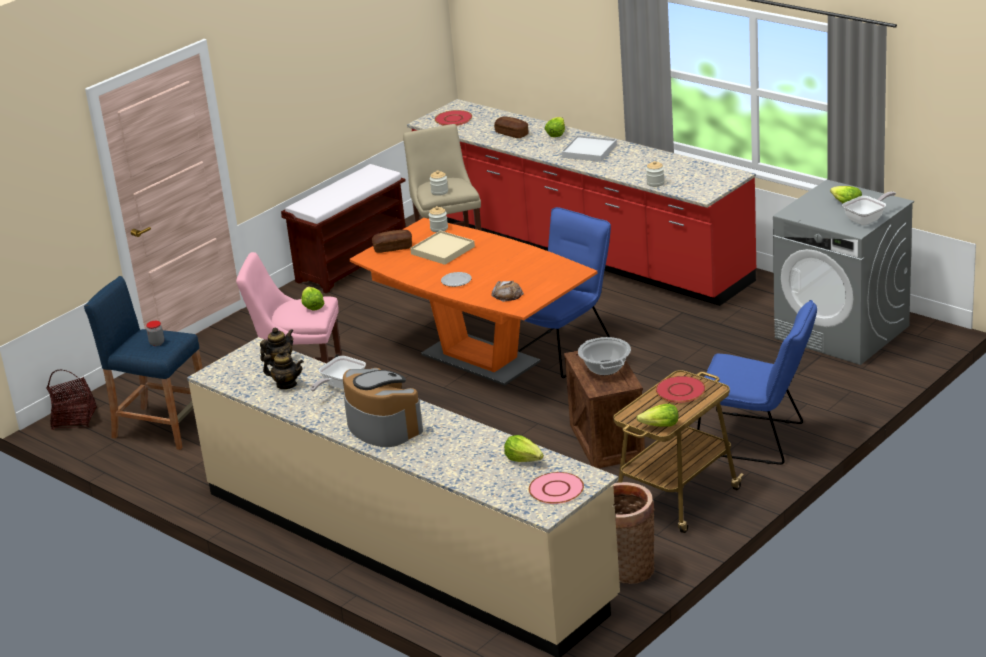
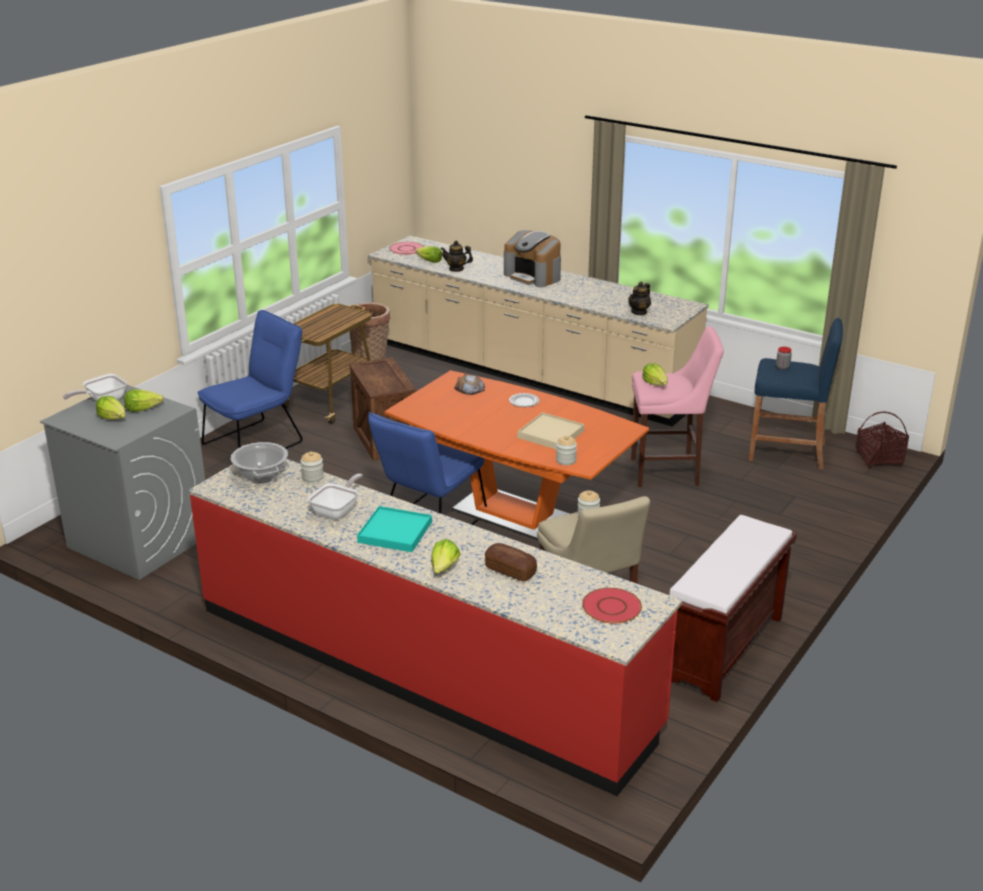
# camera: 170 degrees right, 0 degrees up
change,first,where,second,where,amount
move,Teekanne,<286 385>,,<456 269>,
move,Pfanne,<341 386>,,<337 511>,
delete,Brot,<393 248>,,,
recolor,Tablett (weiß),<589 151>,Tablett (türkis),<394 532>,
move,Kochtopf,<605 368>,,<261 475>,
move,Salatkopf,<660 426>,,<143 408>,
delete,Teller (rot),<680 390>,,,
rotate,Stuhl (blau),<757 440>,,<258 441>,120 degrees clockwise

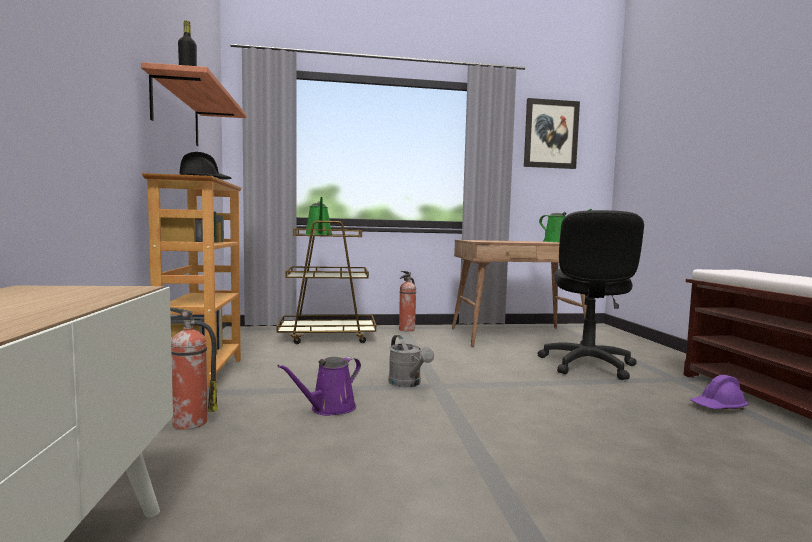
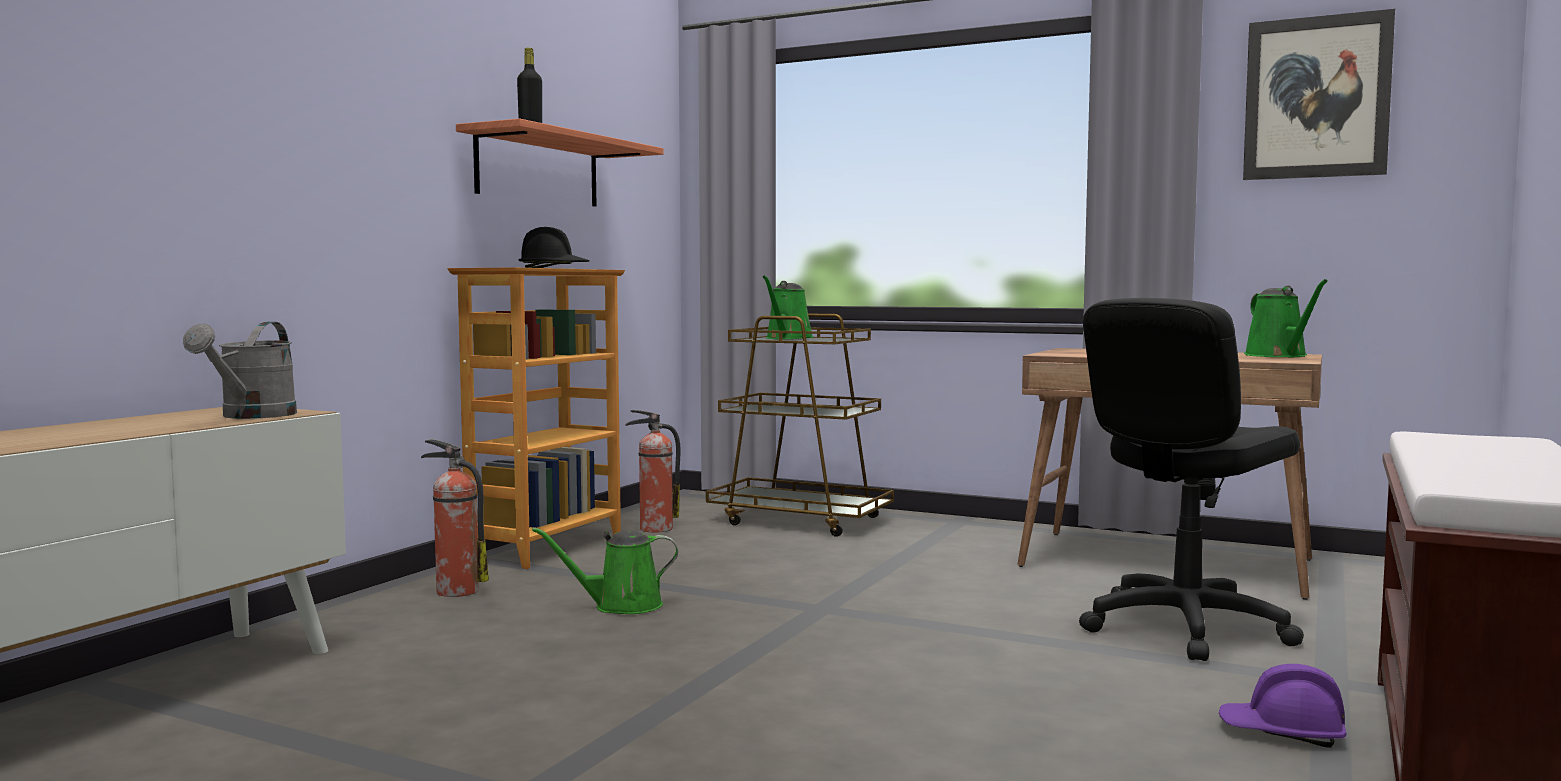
# camera: 35 degrees right, 0 degrees up
change,first,where,second,where,amount
recolor,Gießkanne (lila),<329 408>,Gießkanne (grün),<621 606>,
move,Gießkanne (grau),<408 384>,,<252 416>,
move,Feuerlöscher,<406 329>,,<654 529>,

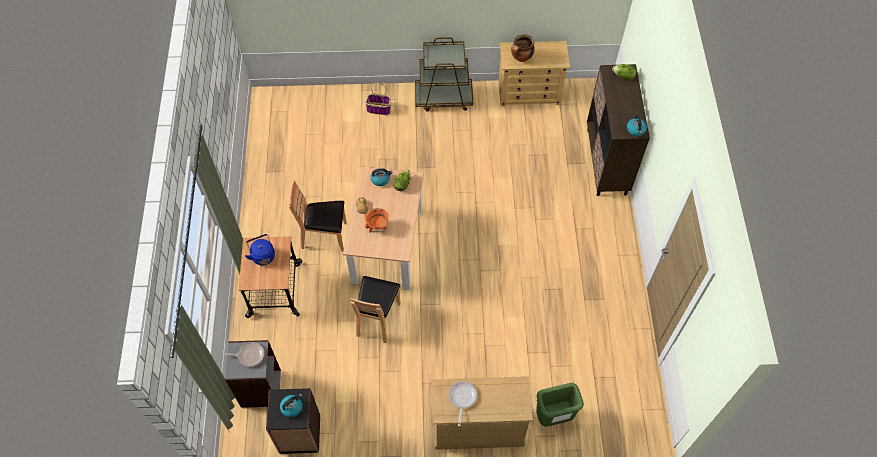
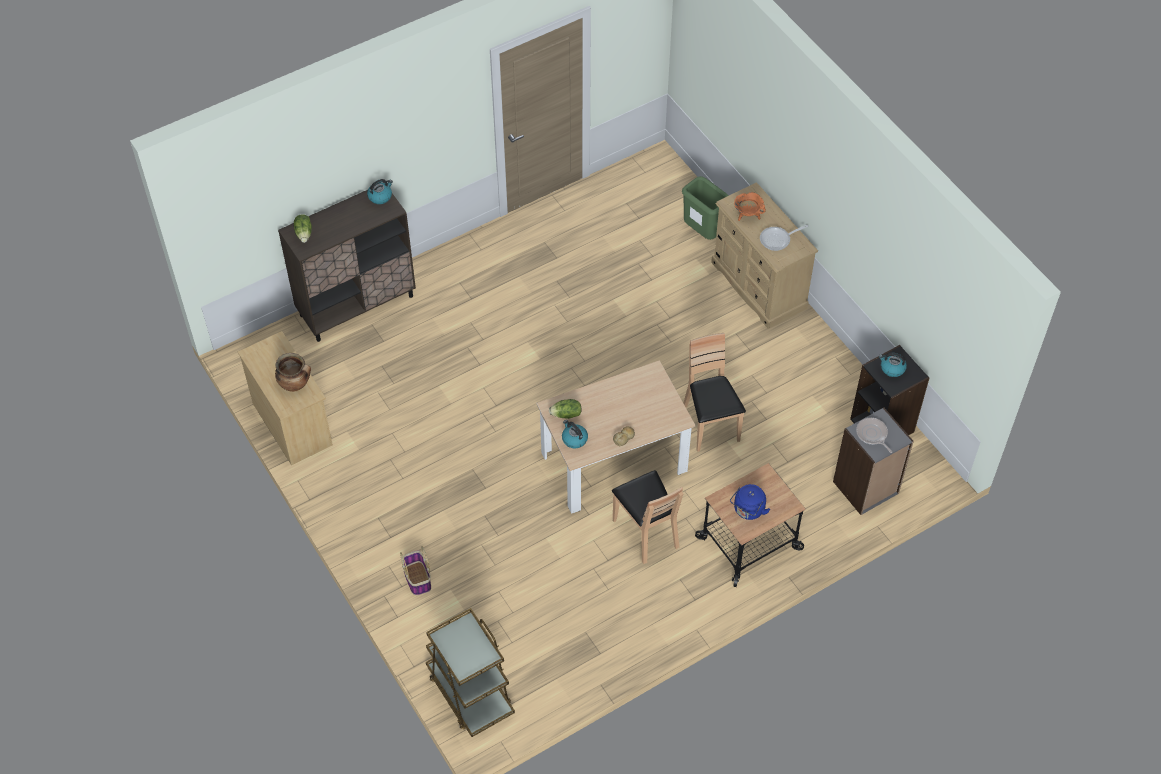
# camera: 120 degrees left, 5 degrees down
change,first,where,second,where,amount
rotate,Stuhl (braun),<377 319>,,<710 424>,90 degrees counterclockwise
move,Kochtopf (orange),<377 226>,,<748 215>,
move,Rollwagen (braun),<444 98>,,<470 692>,

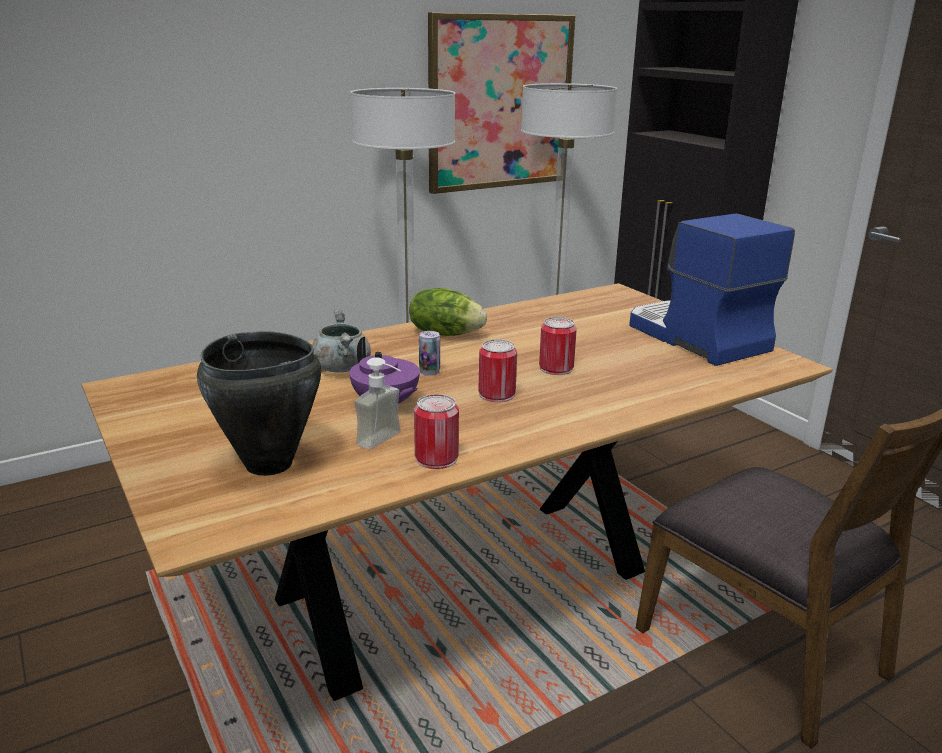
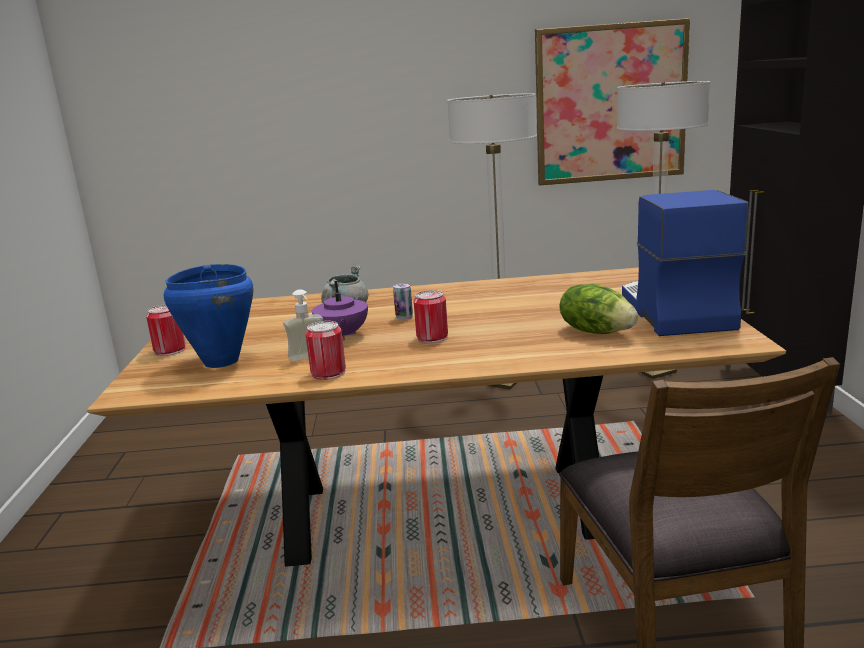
# camera: 30 degrees right, 5 degrees down
change,first,where,second,where,amount
recolor,Kochtopf (schwarz),<268 464>,Kochtopf (blau),<220 362>,
move,Salatkopf,<445 333>,,<596 331>,
move,Dose,<556 368>,,<170 350>,

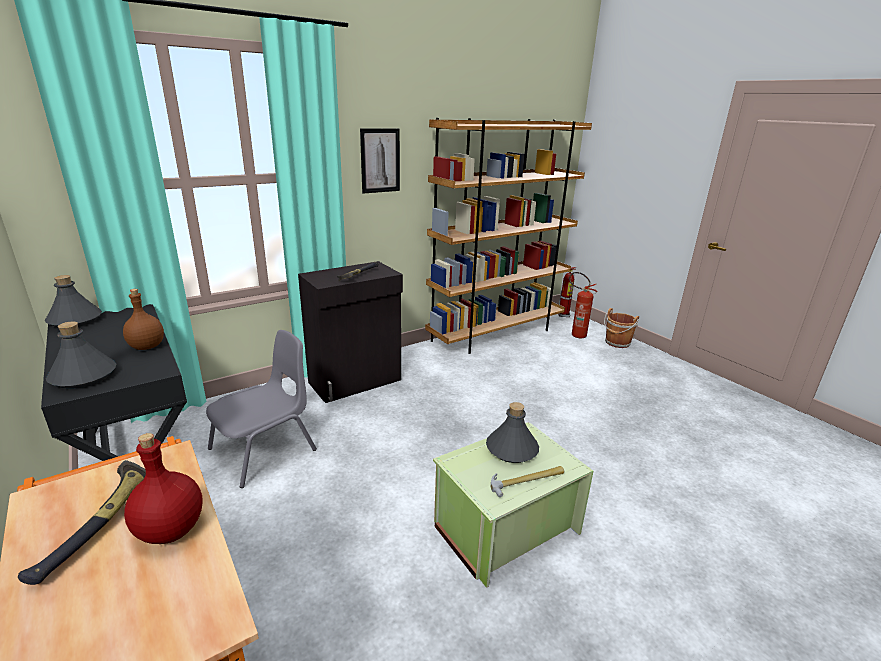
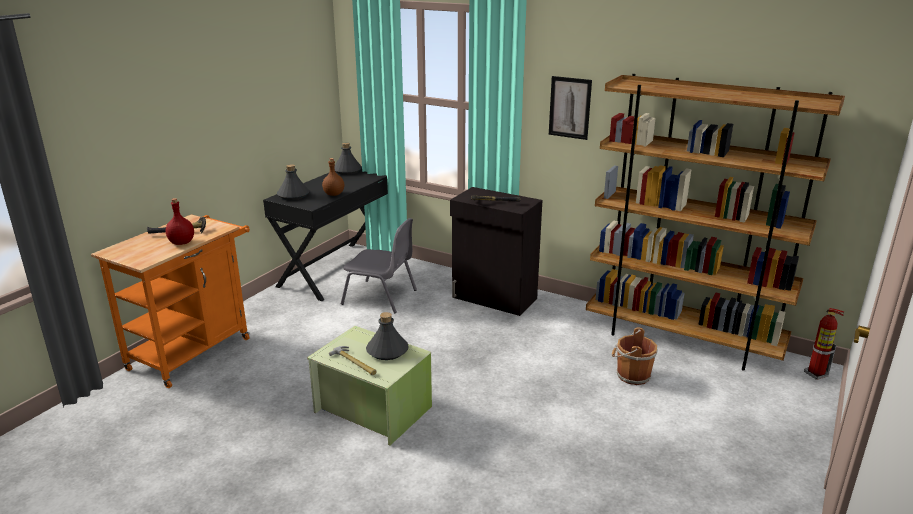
# camera: 65 degrees right, 0 degrees up
change,first,where,second,where,amount
delete,Feuerlöscher,<575 334>,,,
move,Eimer (braun),<617 343>,,<631 375>,

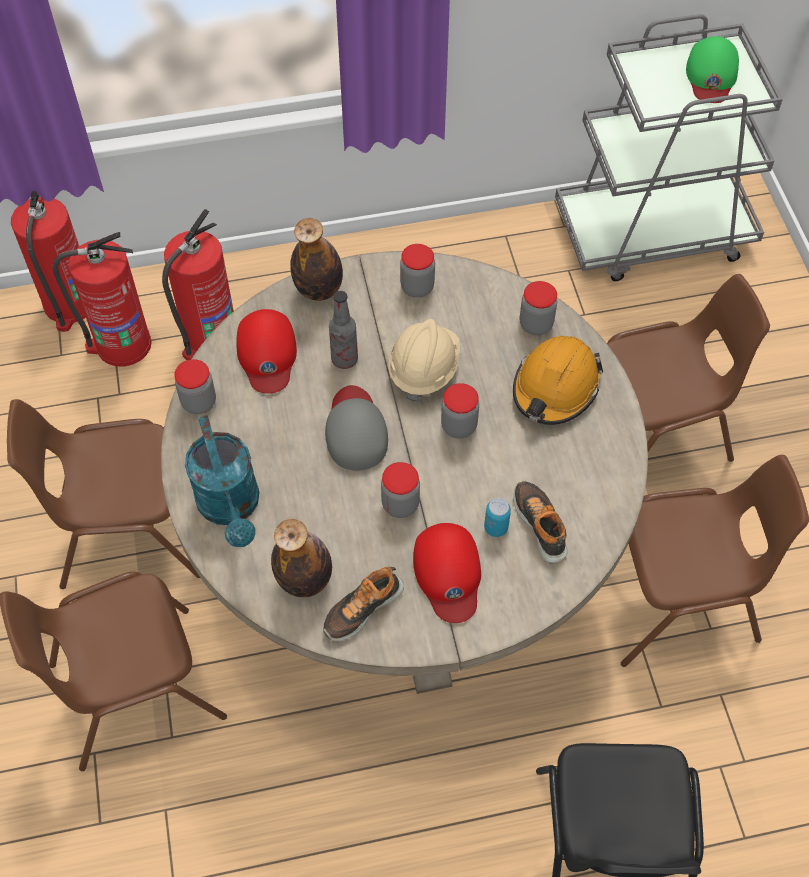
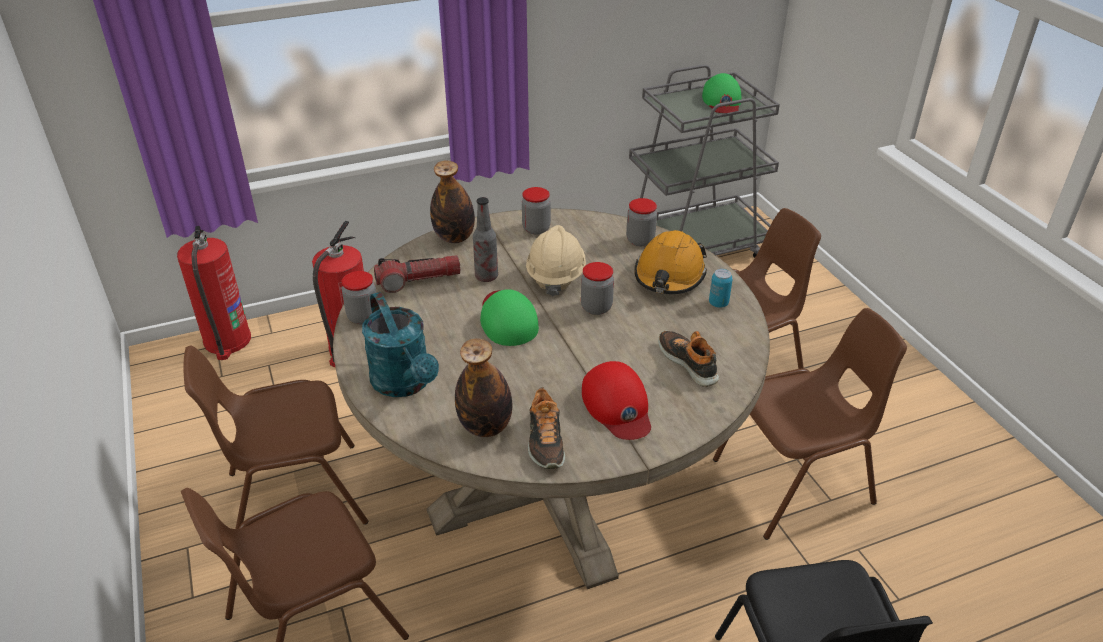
# camera: 10 degrees left, 20 degrees down
change,first,where,second,where,amount
delete,Feuerlöscher,<122 344>,,,
replace,Kappe (rot),<267 354>,Taschenlampe,<418 280>,
rotate,Schuh,<362 608>,,<545 441>,45 degrees counterclockwise
recolor,Kappe (grau),<355 430>,Kappe (grün),<507 320>,
delete,Vorratsglas,<400 504>,,,
move,Dose,<496 528>,,<718 303>,

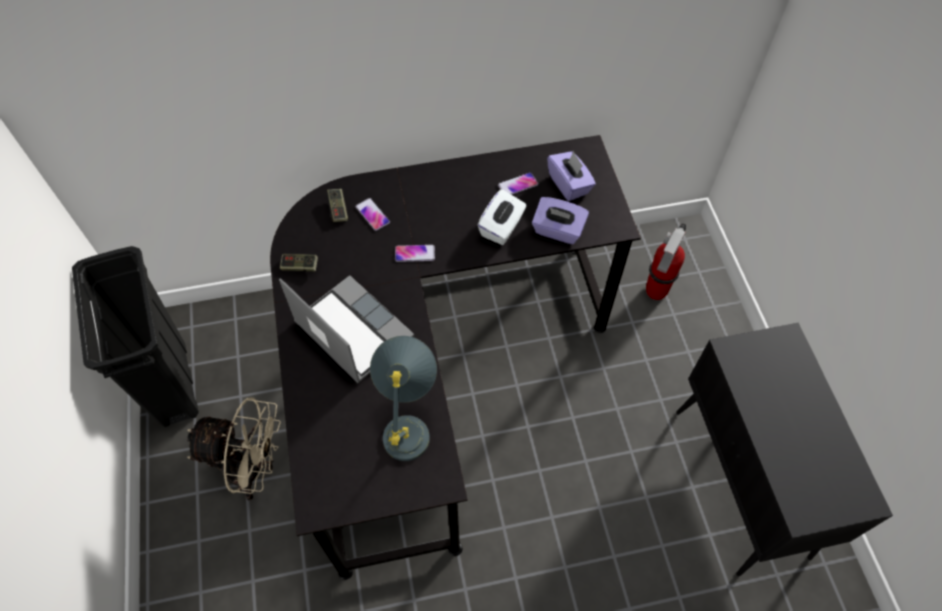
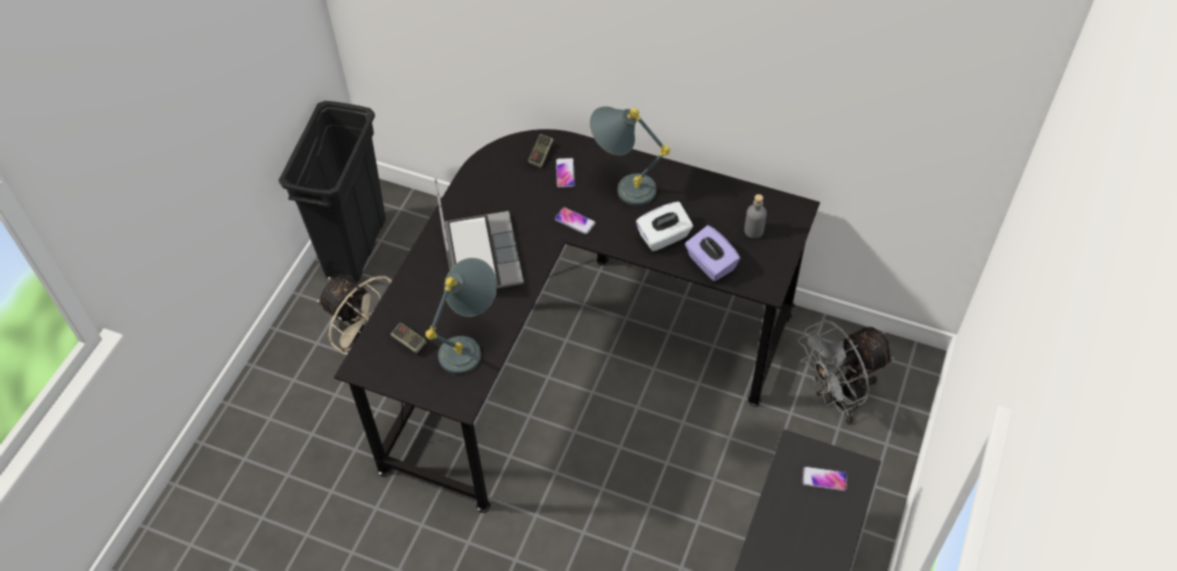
# camera: 35 degrees right, 5 degrees down
change,first,where,second,where,amount
move,Gamepad,<300 266>,,<409 341>,
move,Handy,<518 185>,,<824 479>,
replace,Taschentuchbox (lila),<569 184>,Flasche (grau),<753 231>,
replace,Feuerlöscher,<655 292>,Ventilator (grau),<837 399>,
insert,,,Tischlampe (grau),<622 187>,

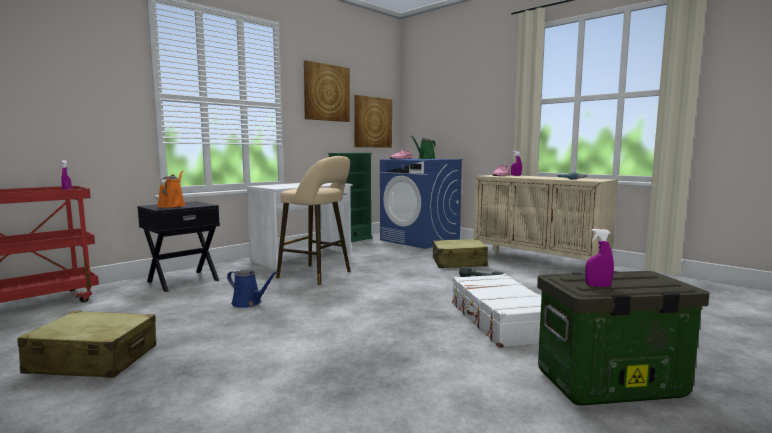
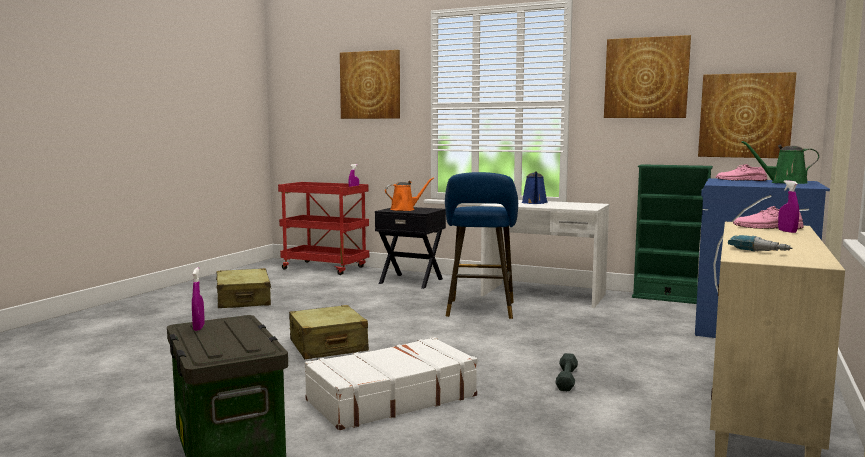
# camera: 70 degrees right, 0 degrees up
change,first,where,second,where,amount
move,Gießkanne (blau),<249 303>,,<534 203>,
recolor,Hocker (beige),<318 275>,Hocker (blau),<480 310>,
move,Koffer (beige),<459 263>,,<327 346>,
insert,,,Bild,<370 85>,

